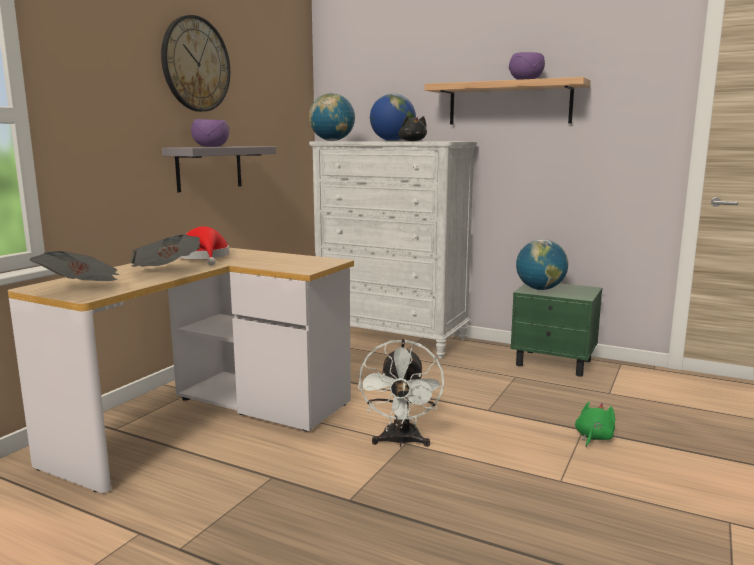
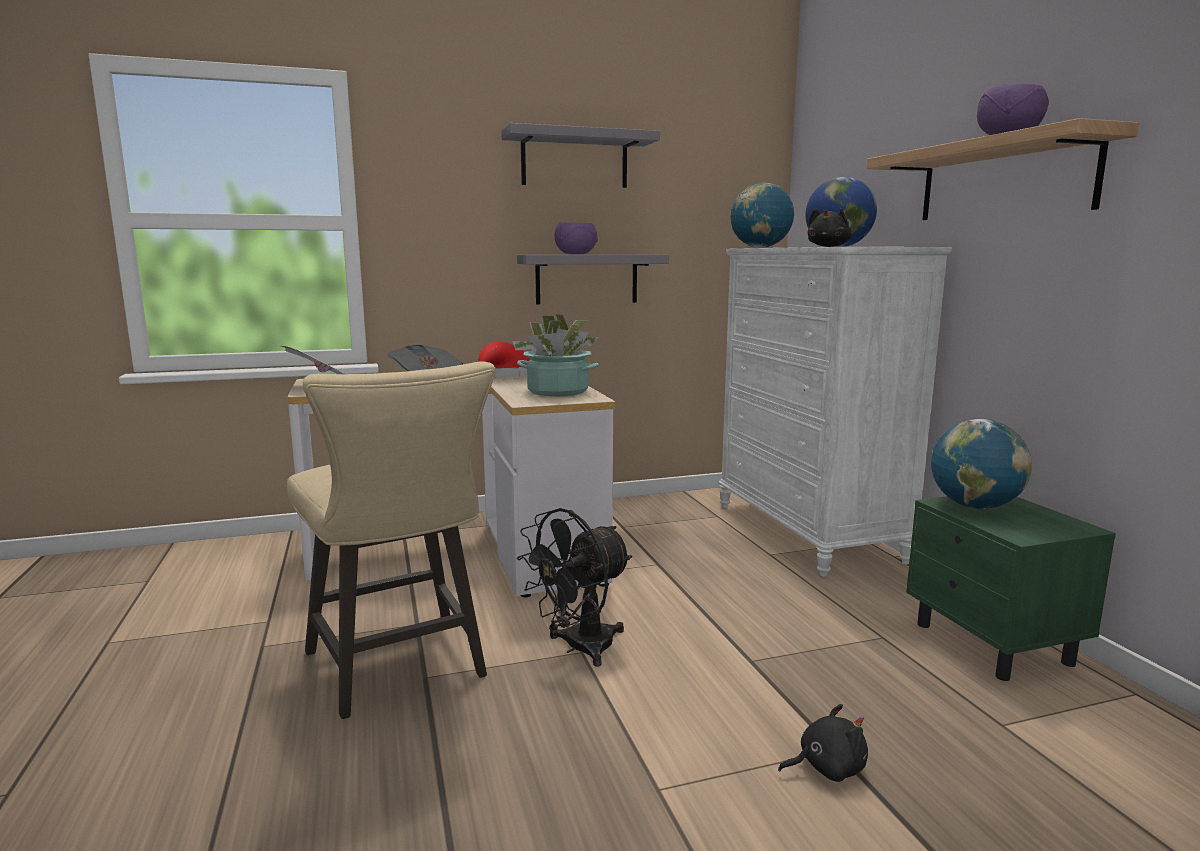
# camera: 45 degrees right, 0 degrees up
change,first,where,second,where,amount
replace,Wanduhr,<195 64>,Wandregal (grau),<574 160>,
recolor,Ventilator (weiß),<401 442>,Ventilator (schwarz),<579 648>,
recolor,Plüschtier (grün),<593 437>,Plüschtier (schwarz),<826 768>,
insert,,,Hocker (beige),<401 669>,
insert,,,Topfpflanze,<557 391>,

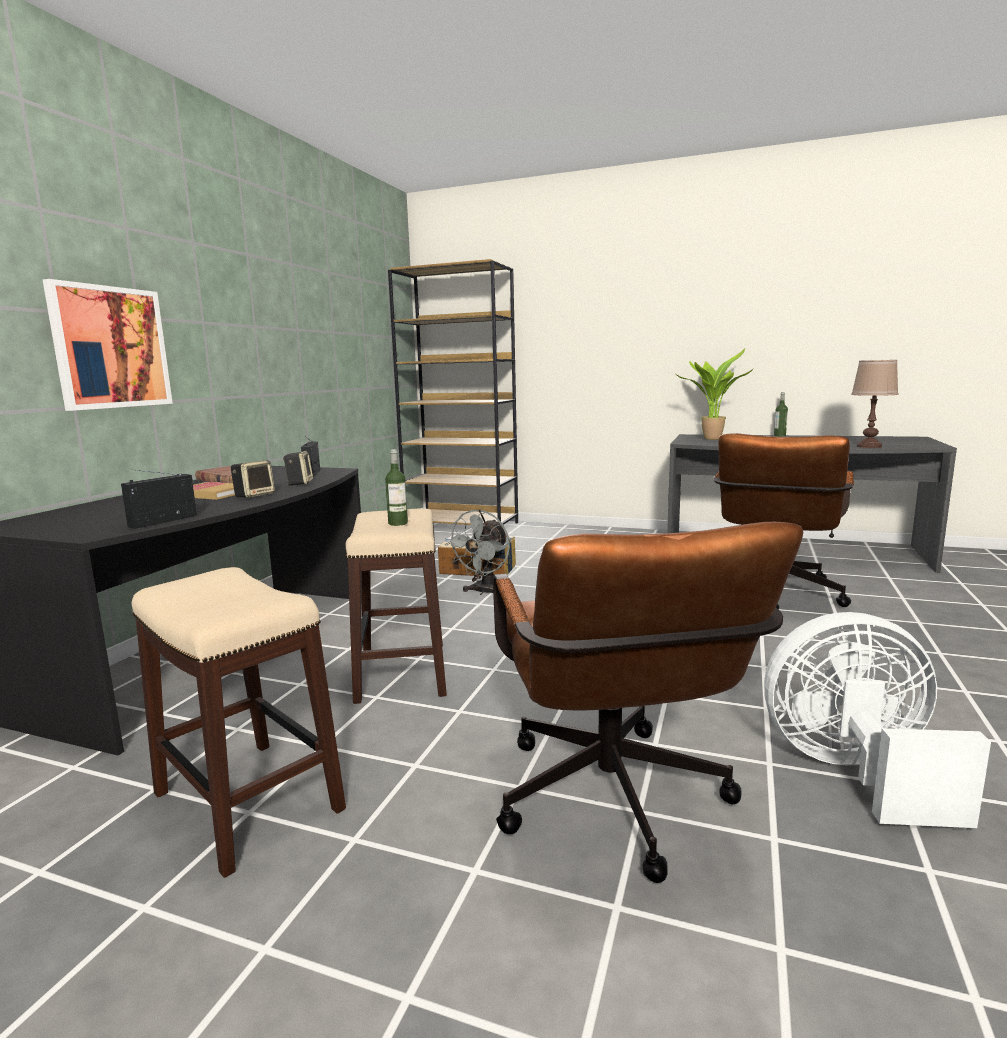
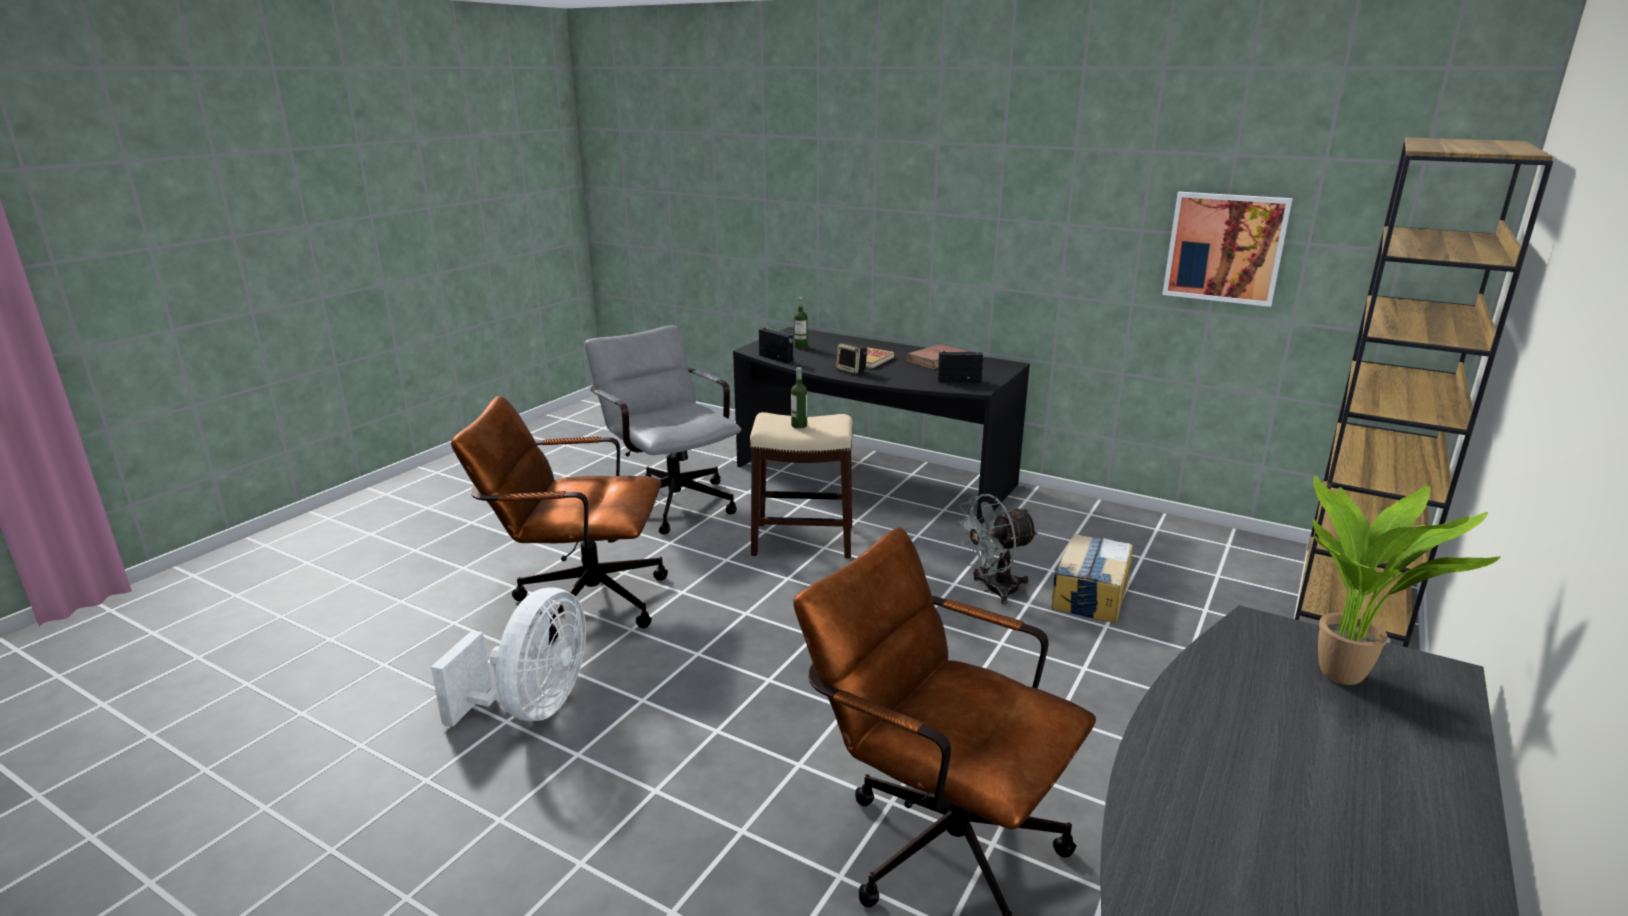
# camera: 100 degrees right, 10 degrees up
change,first,where,second,where,amount
move,Bild,<110 347>,,<1225 248>,
replace,Hocker,<247 800>,Bürostuhl (grau),<670 500>,
delete,Lautsprecher,<299 483>,,,
rotate,Ventilator (grau),<484 592>,,<993 590>,60 degrees counterclockwise
move,Flasche,<779 435>,,<800 347>,
delete,Tischlampe (braun),<869 446>,,,

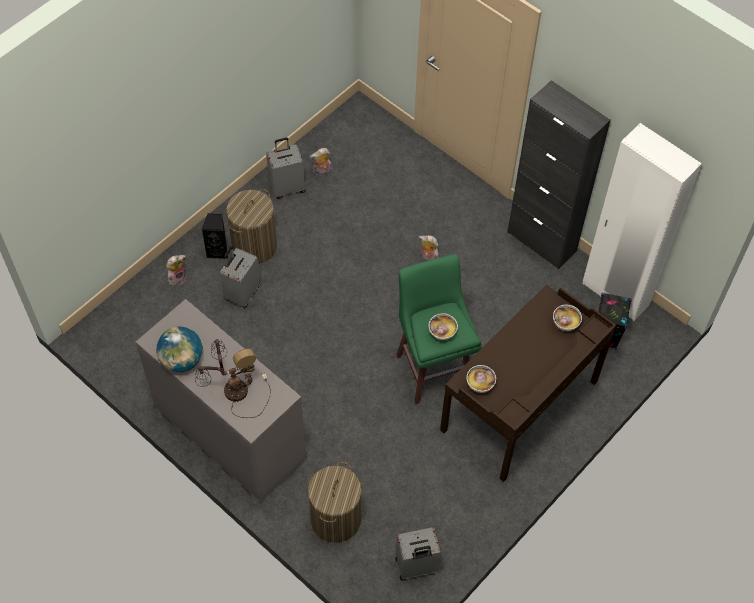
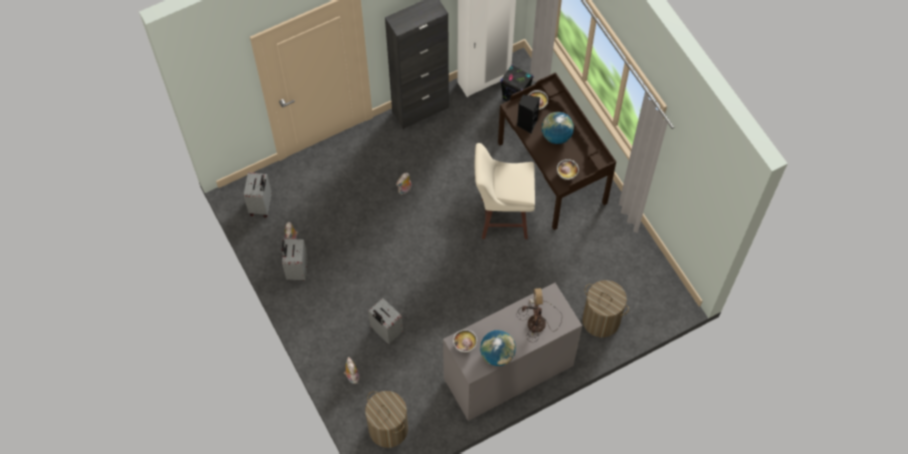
# camera: 70 degrees left, 5 degrees up
change,first,where,second,where,amount
move,Lautsprecher (schwarz),<218 250>,,<527 124>,
move,Wäschekorb,<254 246>,,<388 429>,
move,Koffer (grau),<416 567>,,<261 205>,
recolor,Hocker (grün),<433 368>,Hocker (beige),<502 218>,
move,Schüssel,<442 332>,,<464 344>,
insert,,,Globus,<556 136>,

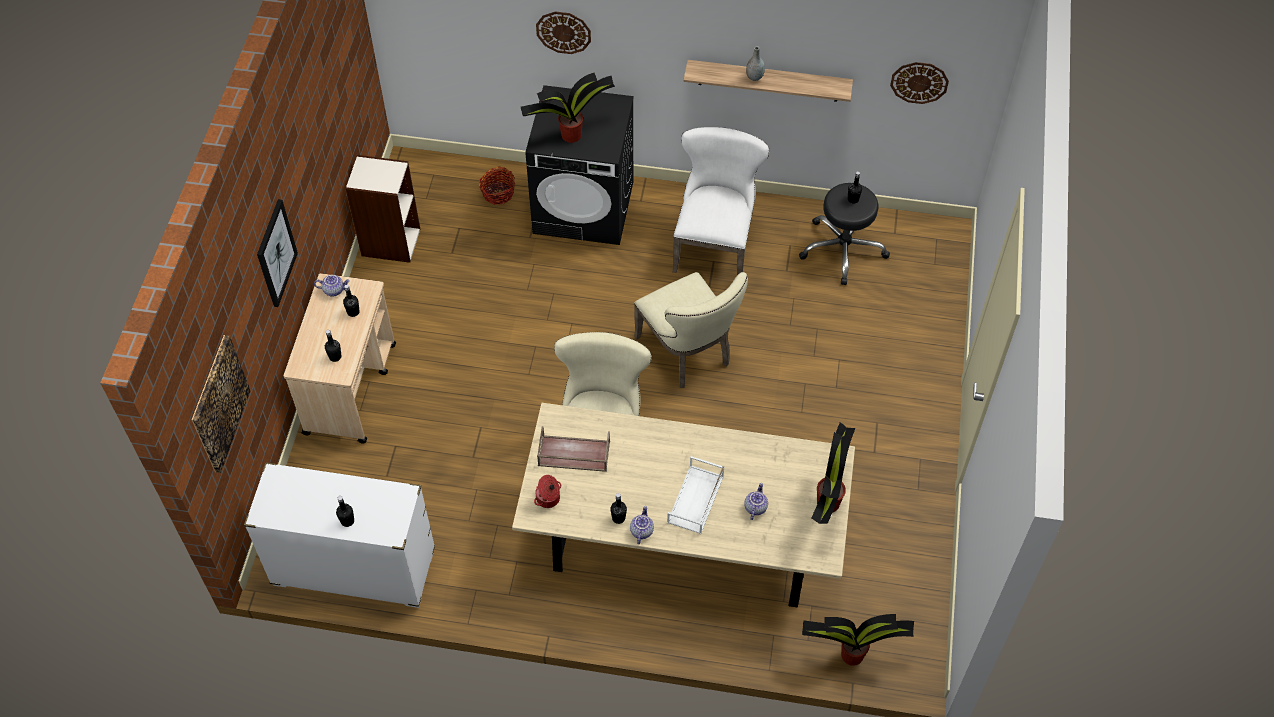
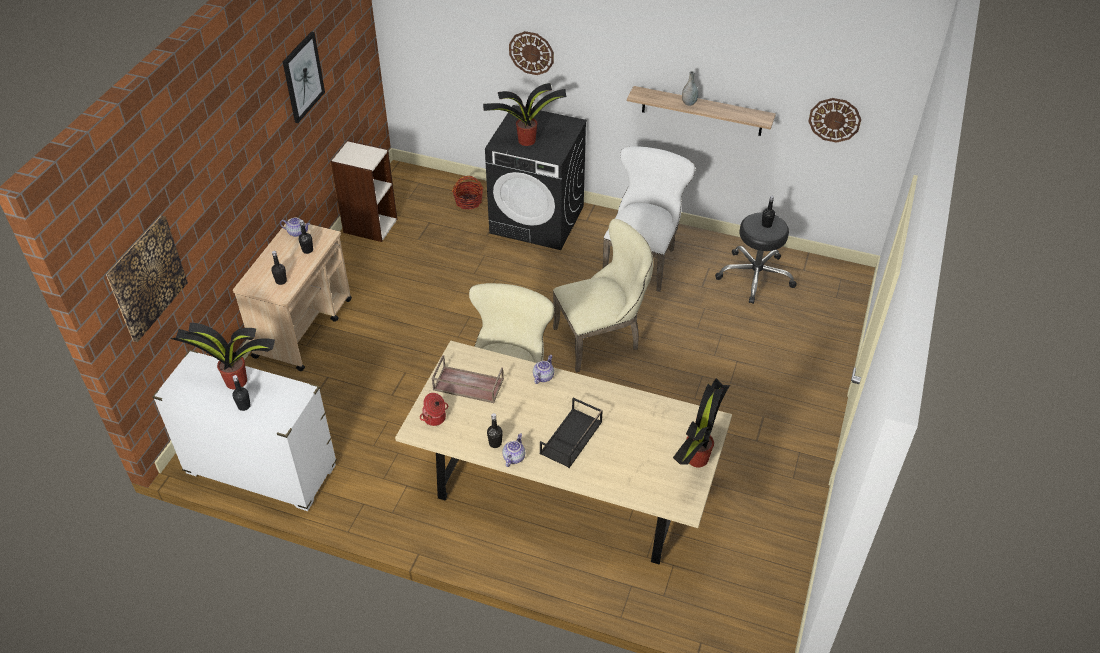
# camera: 10 degrees right, 10 degrees down
change,first,where,second,where,amount
move,Bild,<275 253>,,<303 77>,
rotate,Stuhl (beige),<688 353>,,<602 339>,90 degrees counterclockwise
recolor,Tablett (weiß),<696 500>,Tablett (schwarz),<571 438>,
move,Teekanne,<755 507>,,<543 376>,
move,Topfpflanze,<850 655>,,<235 381>,

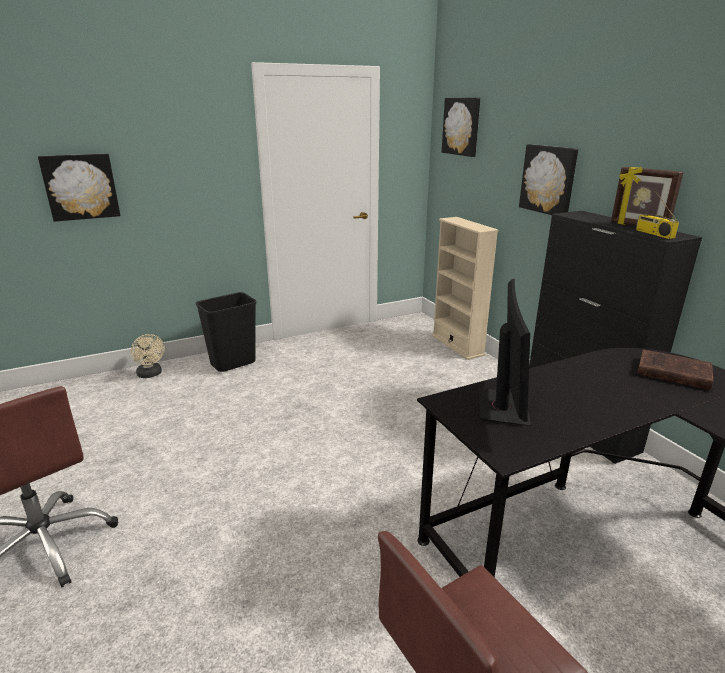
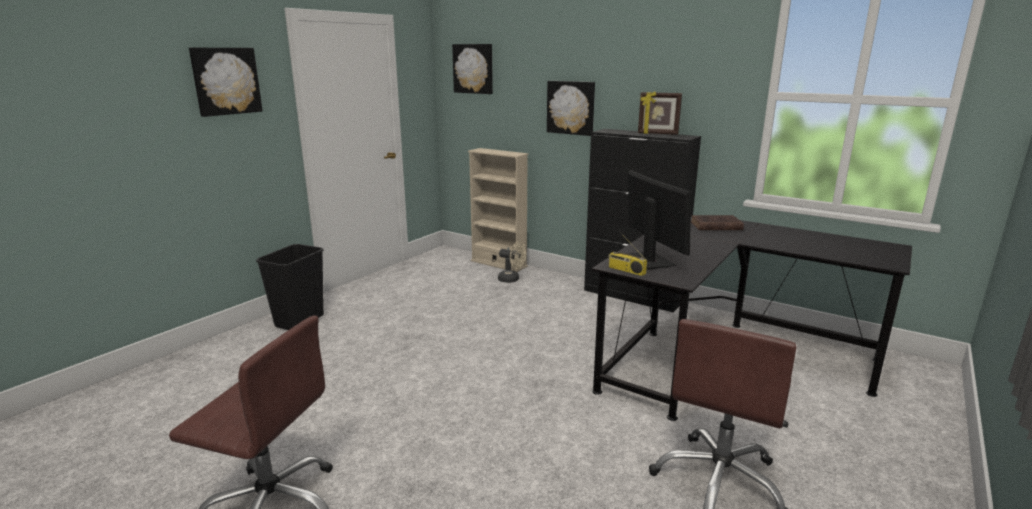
# camera: 30 degrees left, 5 degrees down
change,first,where,second,where,amount
move,Bild,<81 187>,,<225 81>,
move,Ventilator (beige),<151 374>,,<512 279>,
move,Radio,<653 234>,,<626 270>,

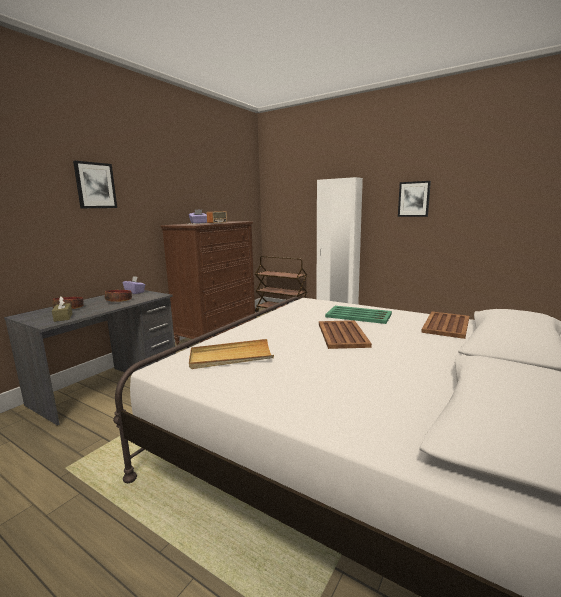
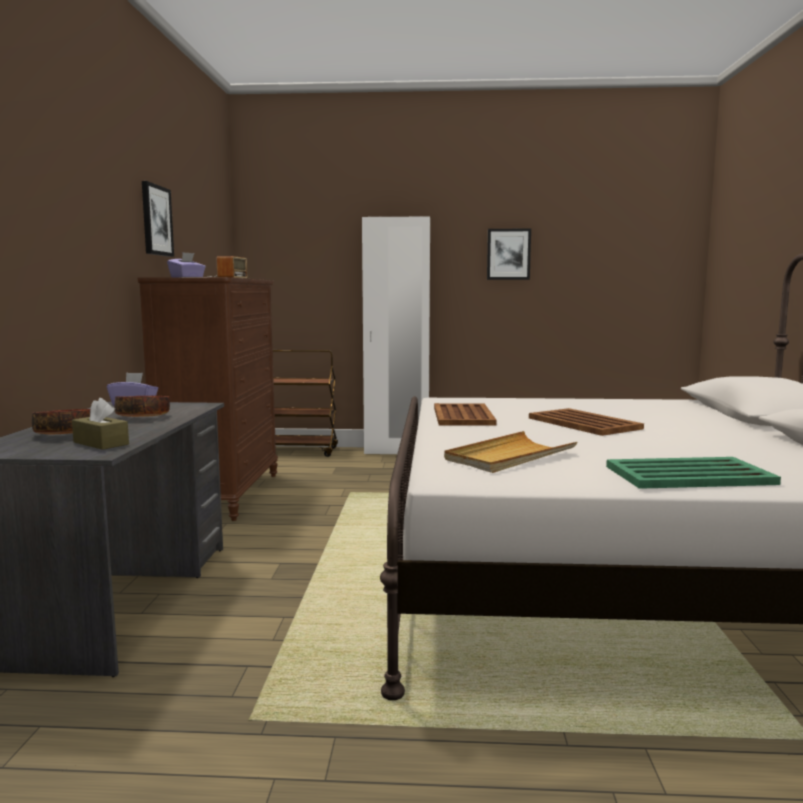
# camera: 30 degrees left, 5 degrees down
change,first,where,second,where,amount
move,Bild,<95 185>,,<156 220>,
move,Tablett (grün),<359 315>,,<690 475>,
move,Tablett (braun),<446 325>,,<462 416>,

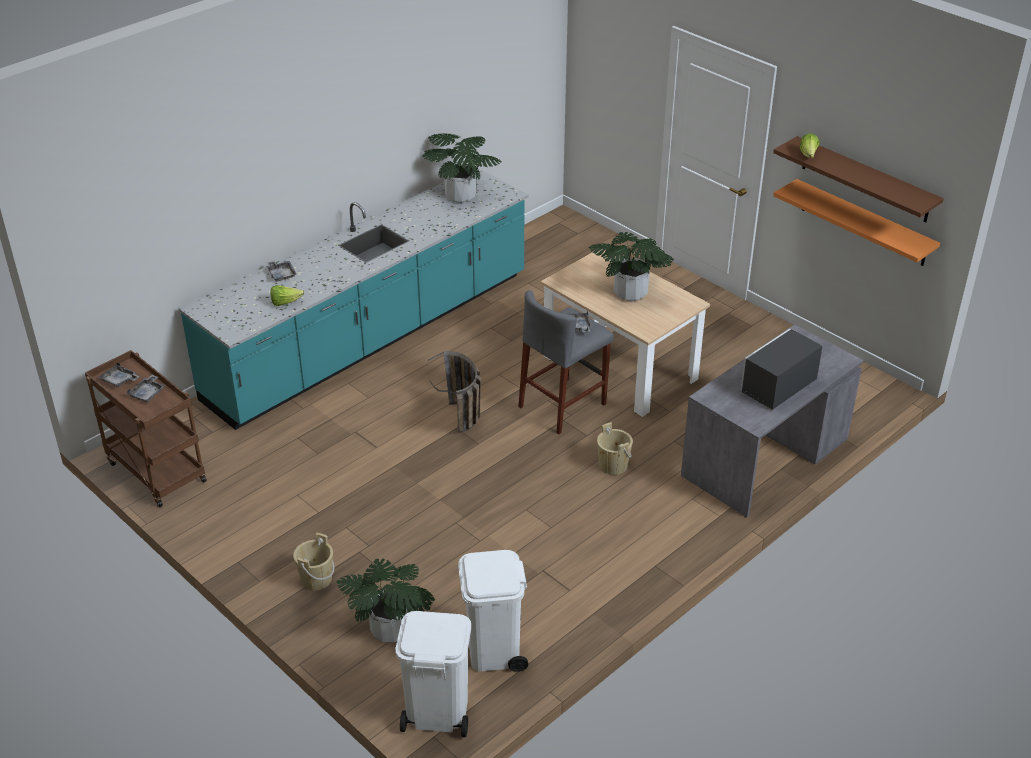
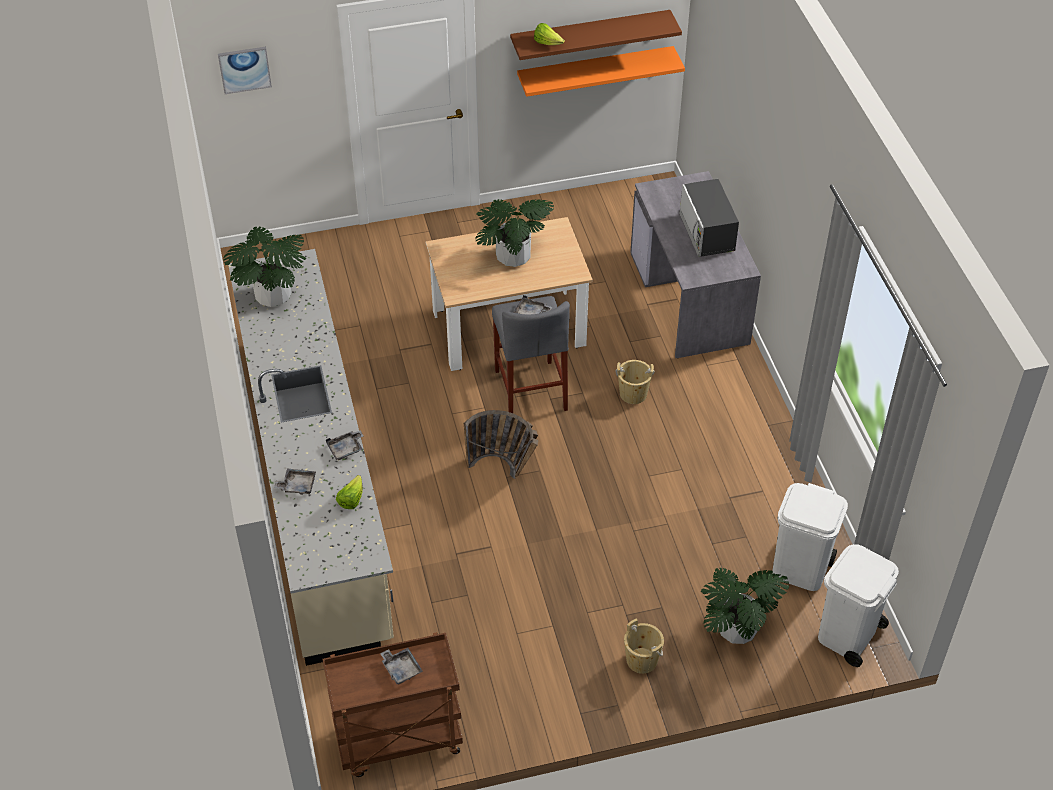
# camera: 60 degrees left, 10 degrees up
change,first,where,second,where,amount
move,Tablett (grau),<119 380>,,<346 449>,
recolor,Küchenzeile (türkis),<371 337>,Küchenzeile (beige),<316 484>,
insert,,,Bild,<244 69>,

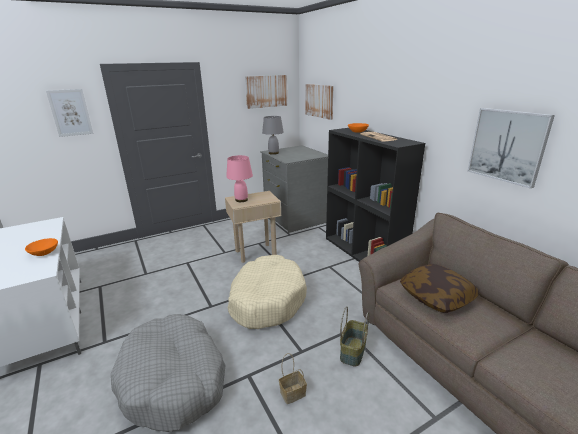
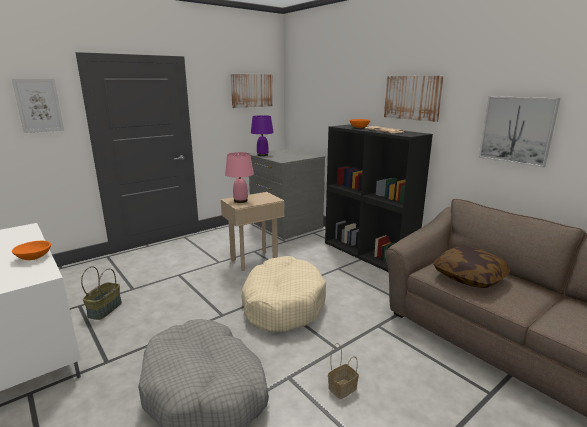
# camera: 10 degrees left, 5 degrees down
change,first,where,second,where,amount
recolor,Tischlampe (grau),<273 153>,Tischlampe (lila),<262 155>,
move,Bild,<319 101>,,<412 97>,
move,Korb,<352 350>,,<105 309>,

